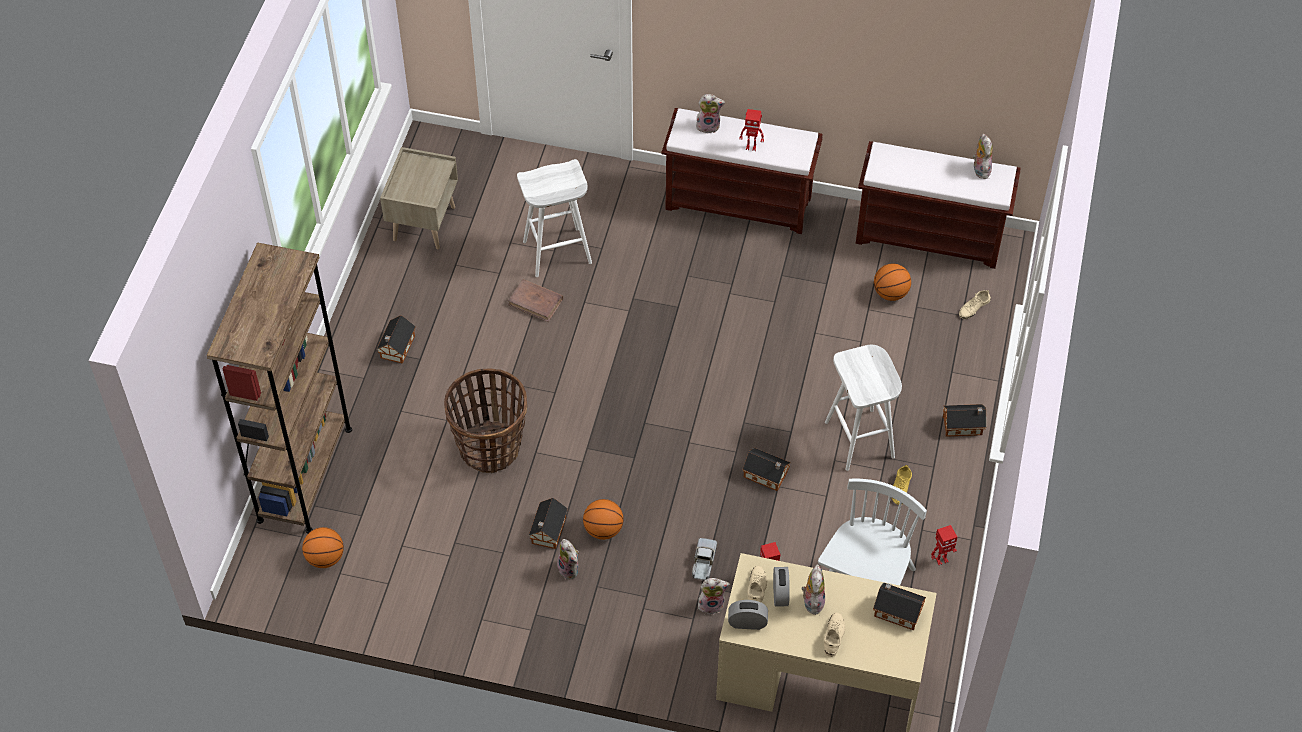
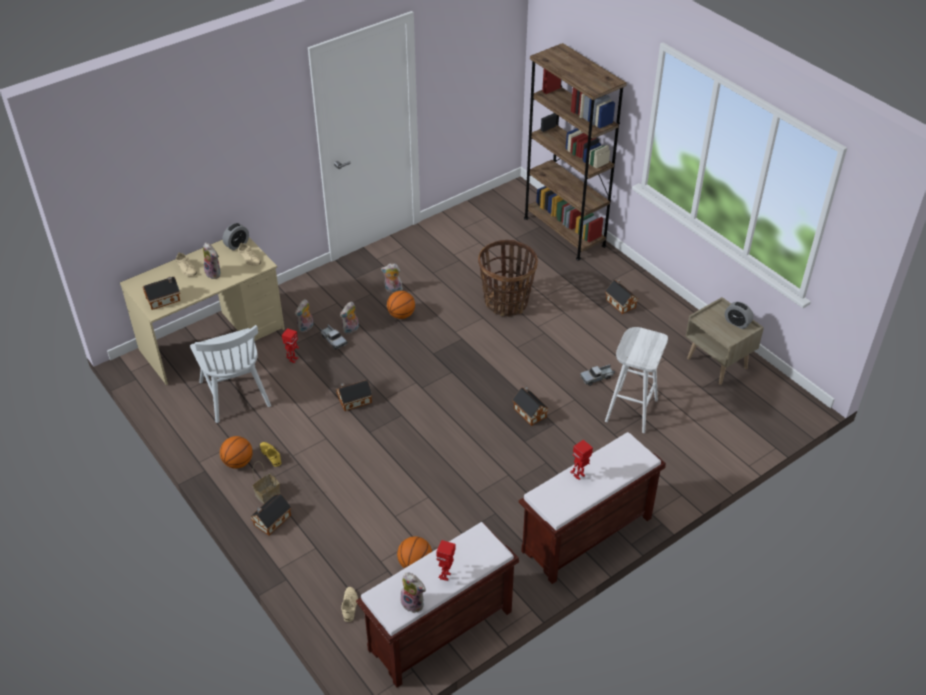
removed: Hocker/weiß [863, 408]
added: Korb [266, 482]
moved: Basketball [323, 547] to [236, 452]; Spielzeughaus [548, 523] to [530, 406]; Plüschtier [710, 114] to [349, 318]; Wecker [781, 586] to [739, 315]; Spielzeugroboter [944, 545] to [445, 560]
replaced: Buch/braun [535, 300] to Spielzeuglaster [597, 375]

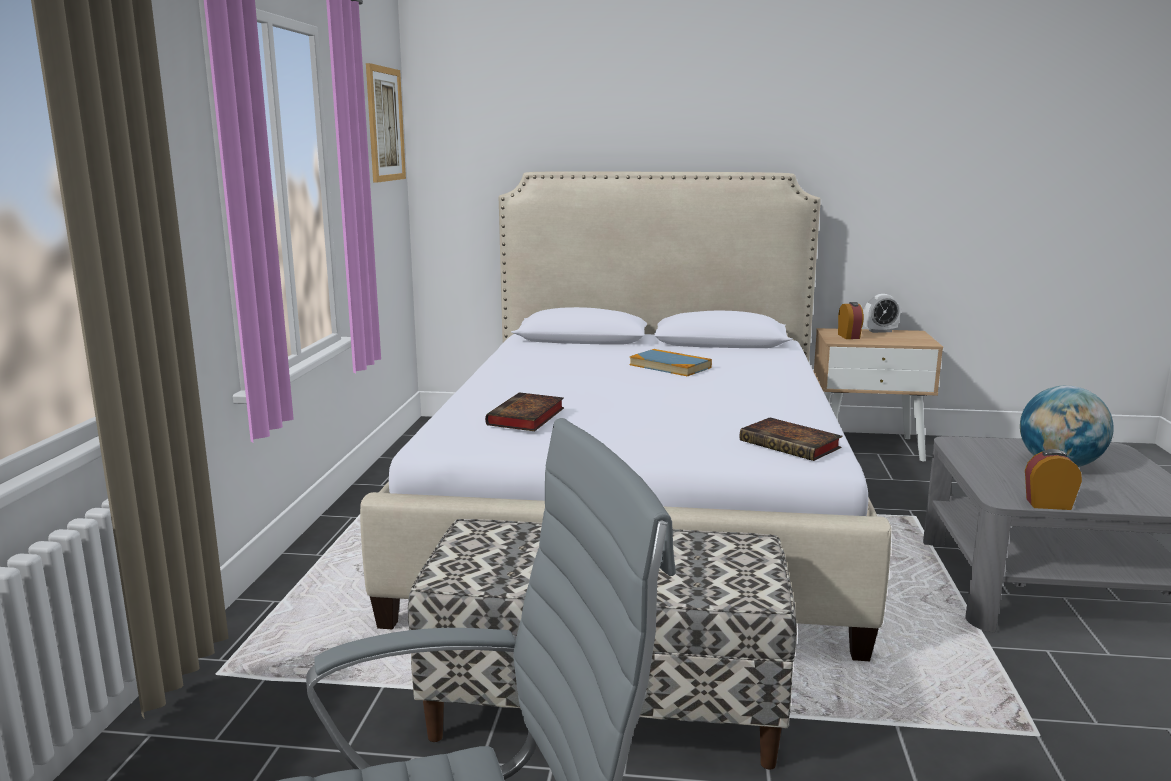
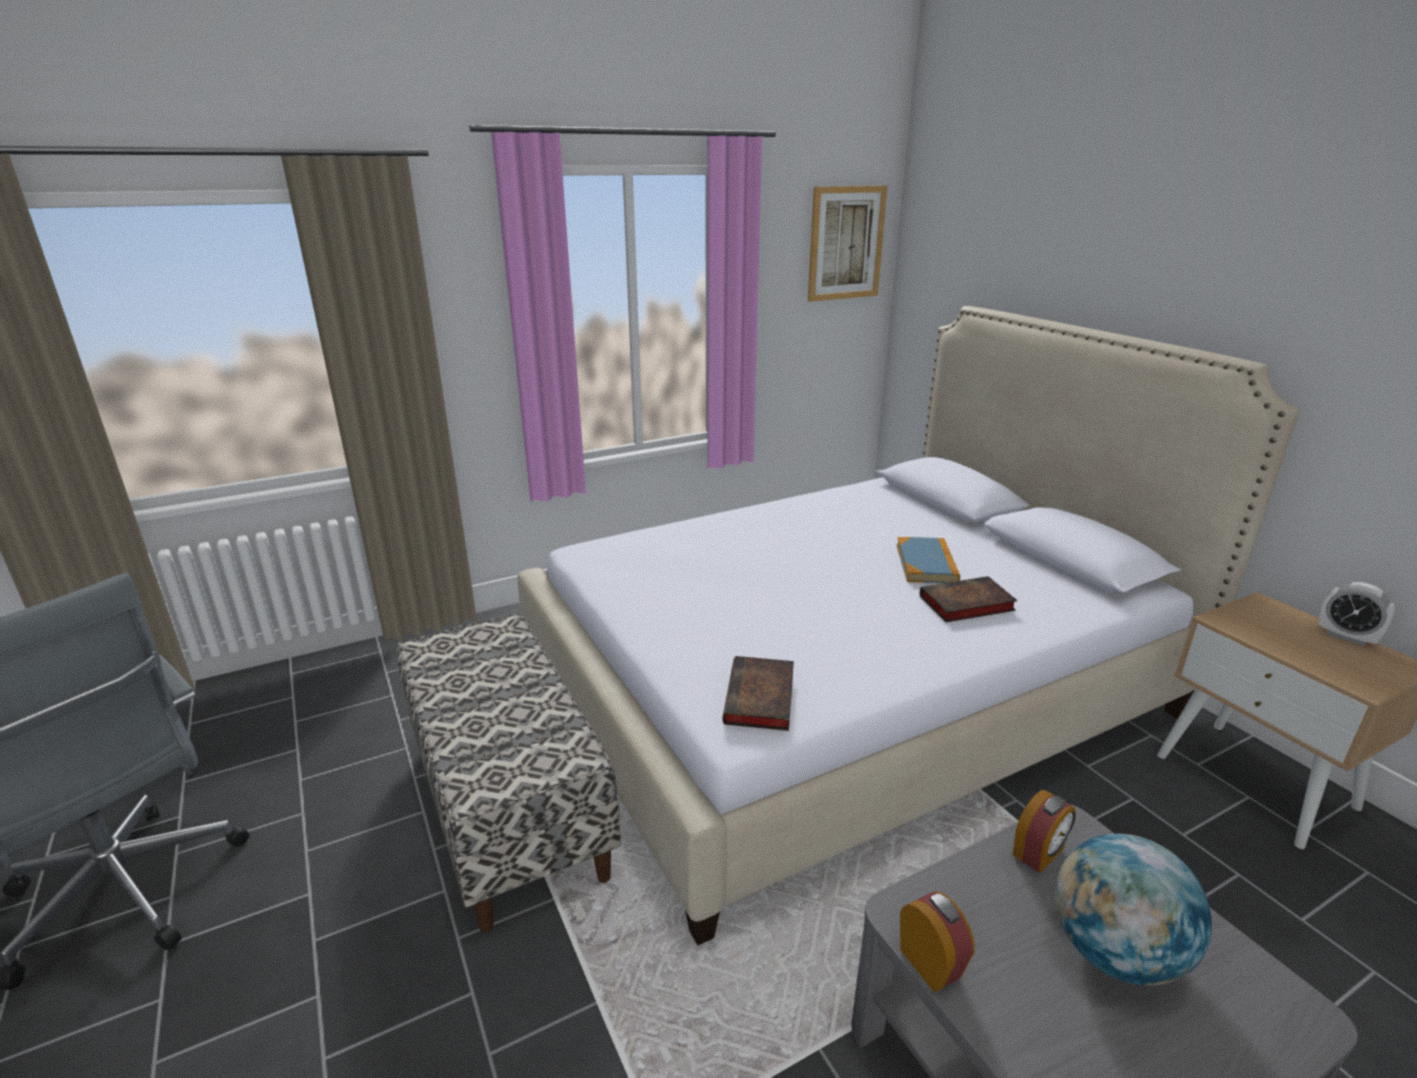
moved: Buch [524, 411] to [969, 599]; Wecker [851, 320] to [1044, 831]

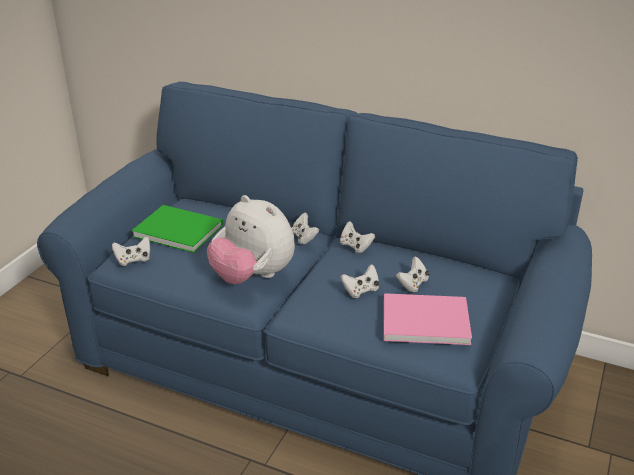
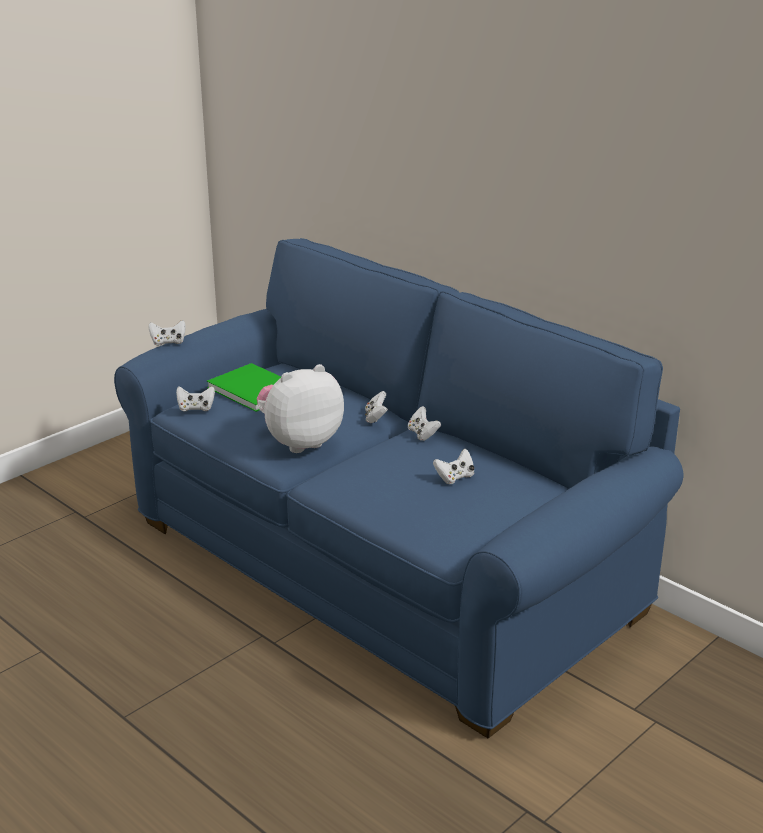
removed: Buch/rosa [428, 319]
moved: Gamepad/weiß [359, 281] to [167, 333]
turned: Plüschtier [251, 239] = [300, 408] 90 degrees clockwise

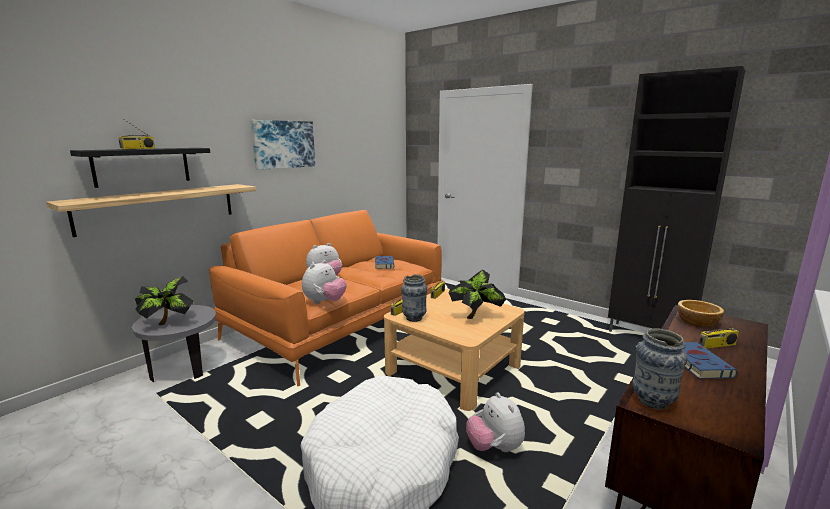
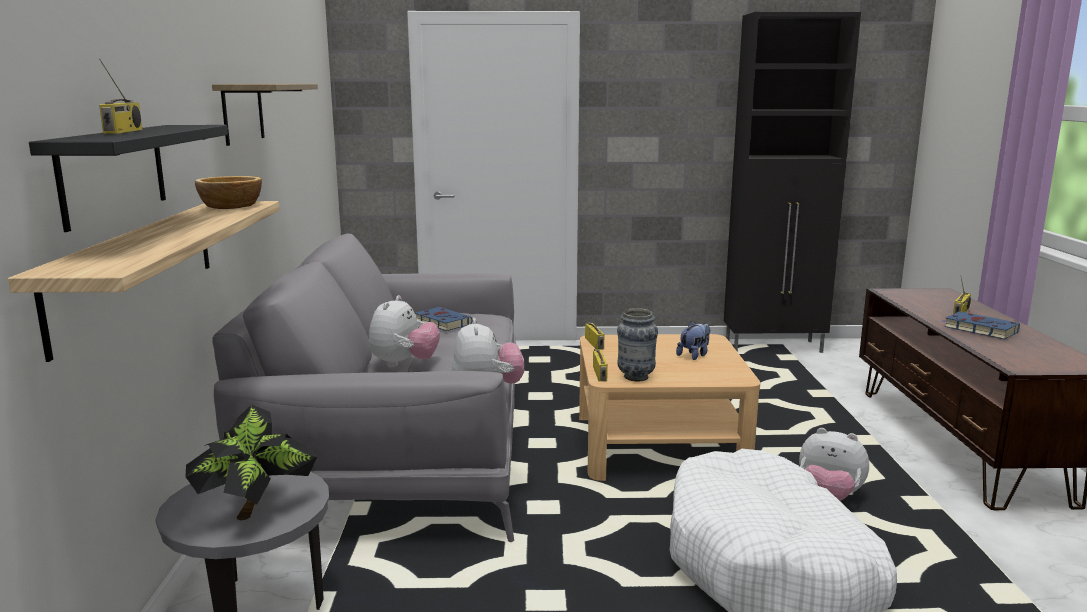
removed: Vase [659, 369]
moved: Schüssel [700, 313] to [228, 192]
replaced: Bild [283, 145] to Wandregal [265, 115]; Topfpflanze [477, 294] to Plüschtier [693, 340]
recoloured: Sofa/orange [326, 298] to Sofa/grau [364, 388]

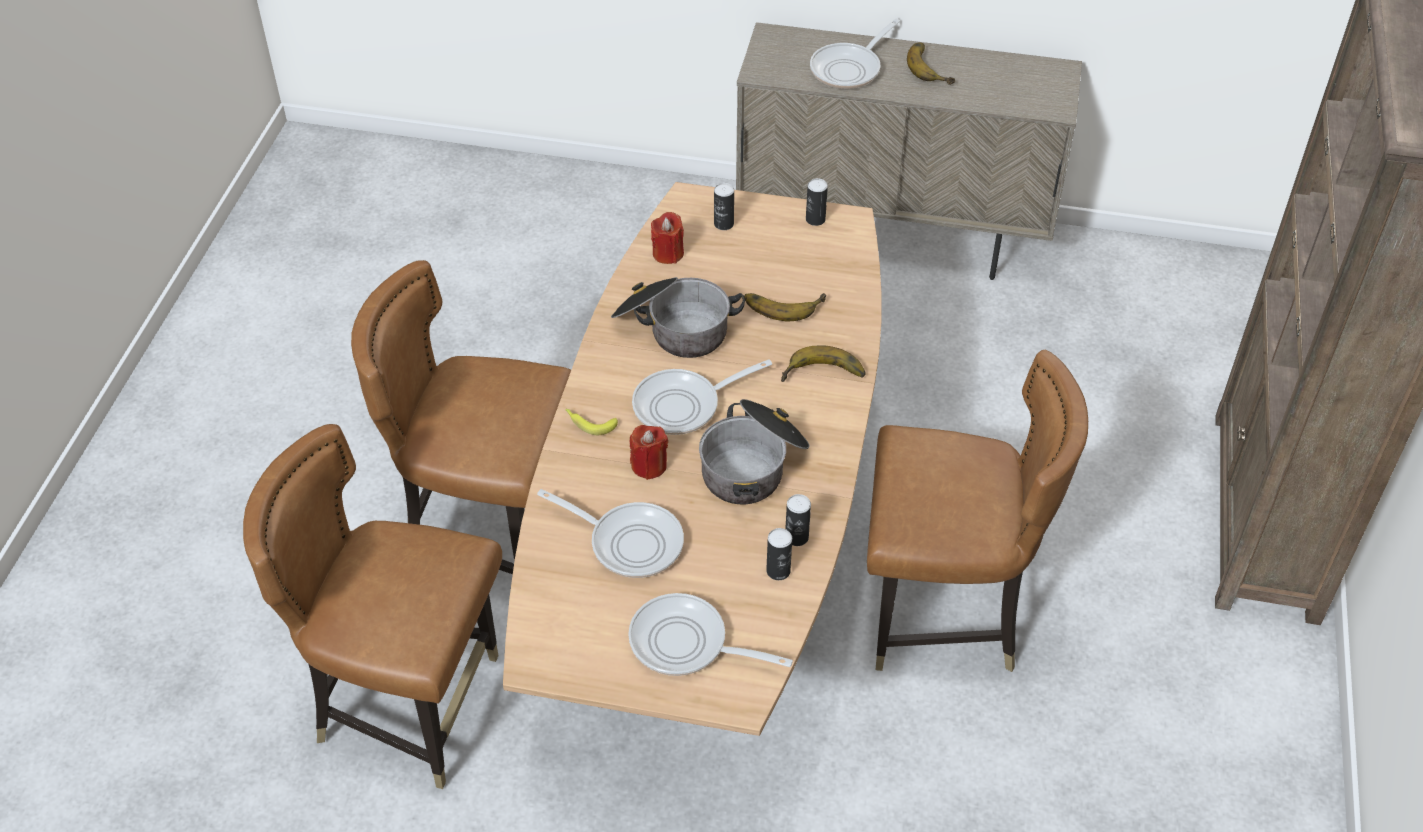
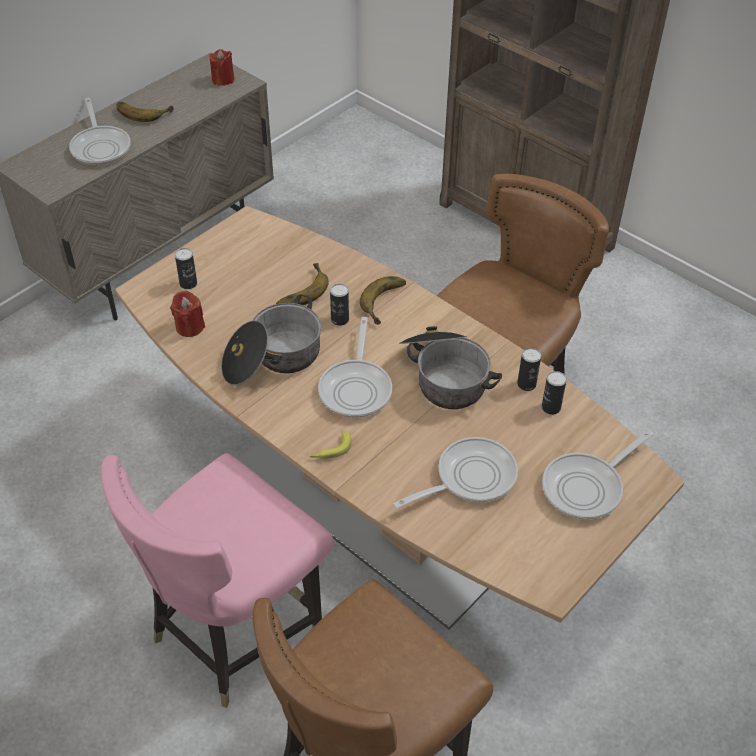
moved: Kerze/rot [649, 452] to [222, 67]; Dose [817, 202] to [339, 305]
recoloured: Stuhl/braun [461, 417] to Stuhl/rosa [217, 580]

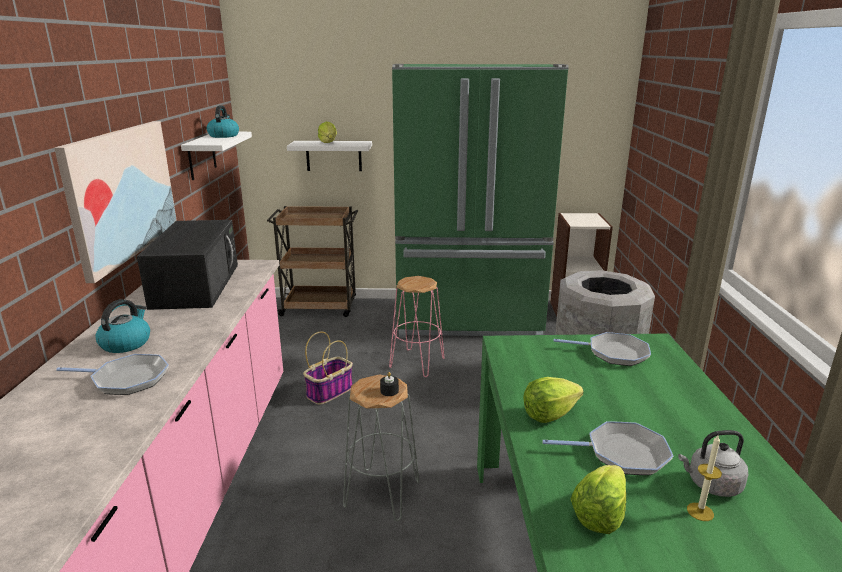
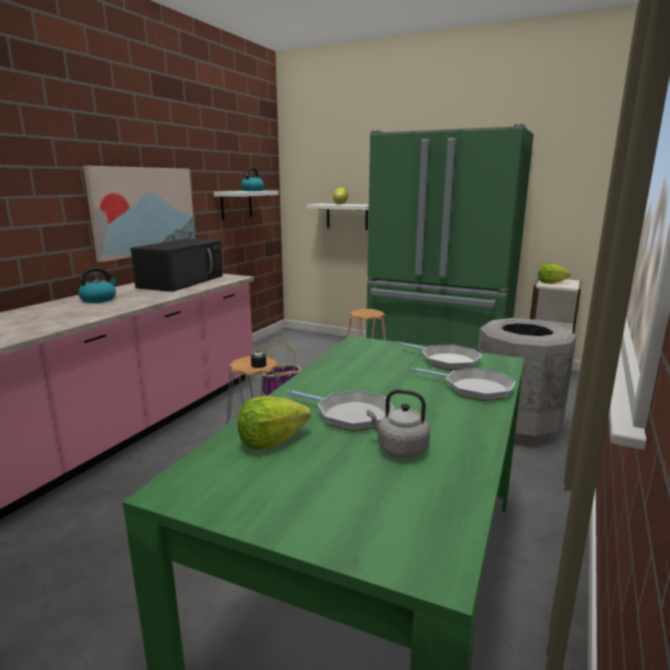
removed: Rollwagen/braun [312, 261]; Kerze [704, 478]
moved: Pfanne [112, 374] to [463, 384]; Salatkopf [553, 400] to [554, 273]

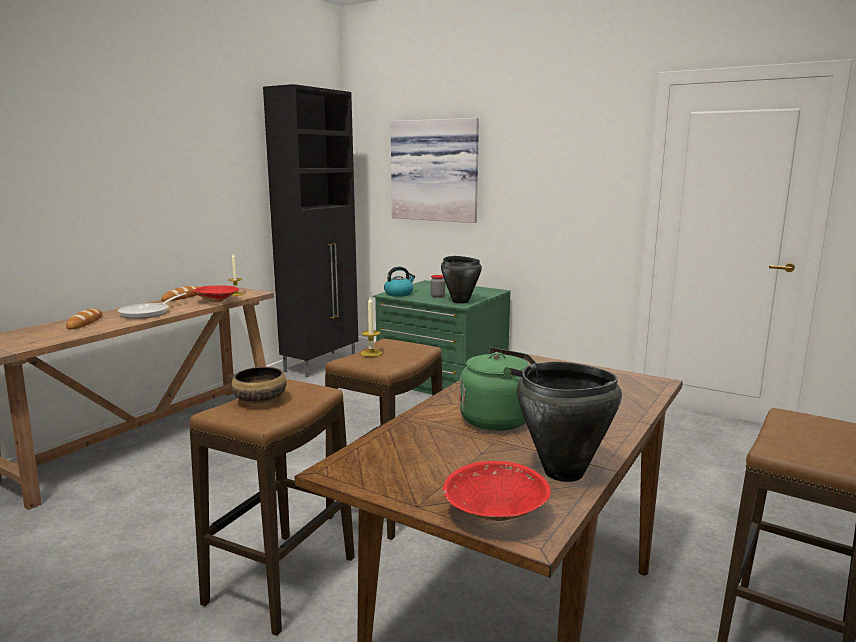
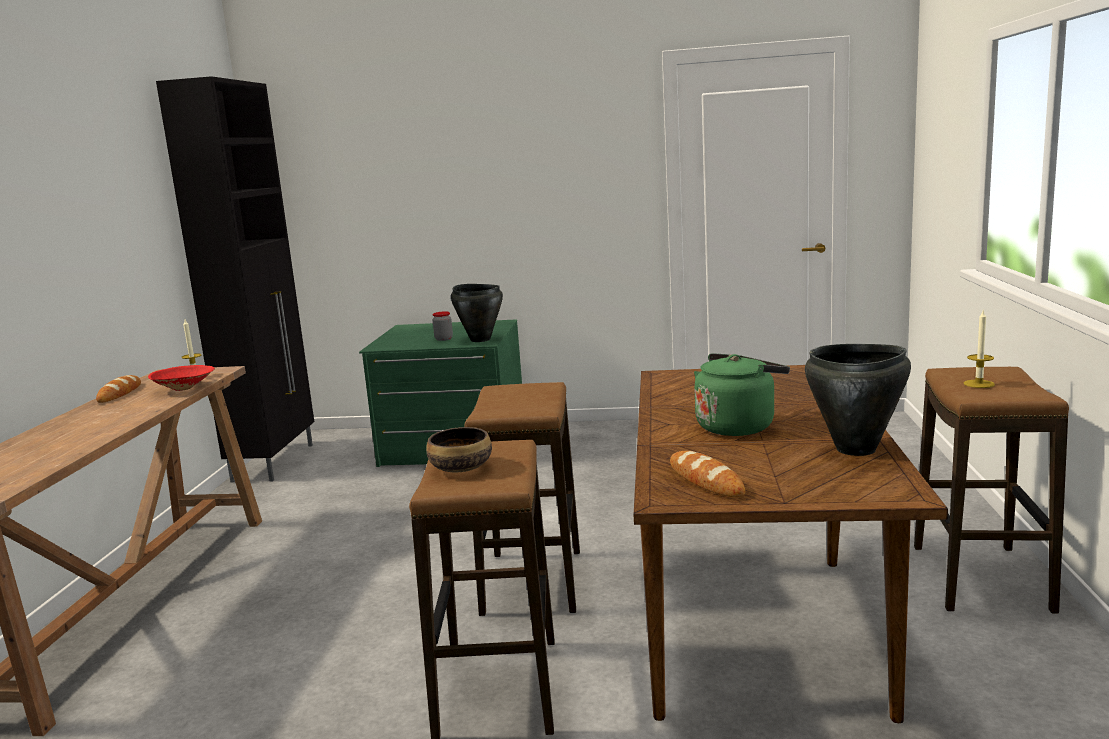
removed: Pfanne [152, 306]; Wasserkessel [399, 282]; Bild [435, 170]; Schüssel/rot [497, 491]
moved: Brot [84, 319] to [707, 474]; Kerze [371, 327] to [979, 349]

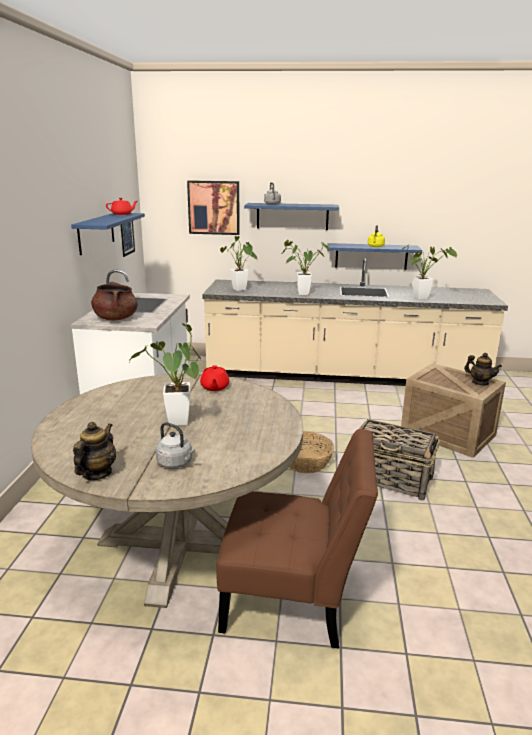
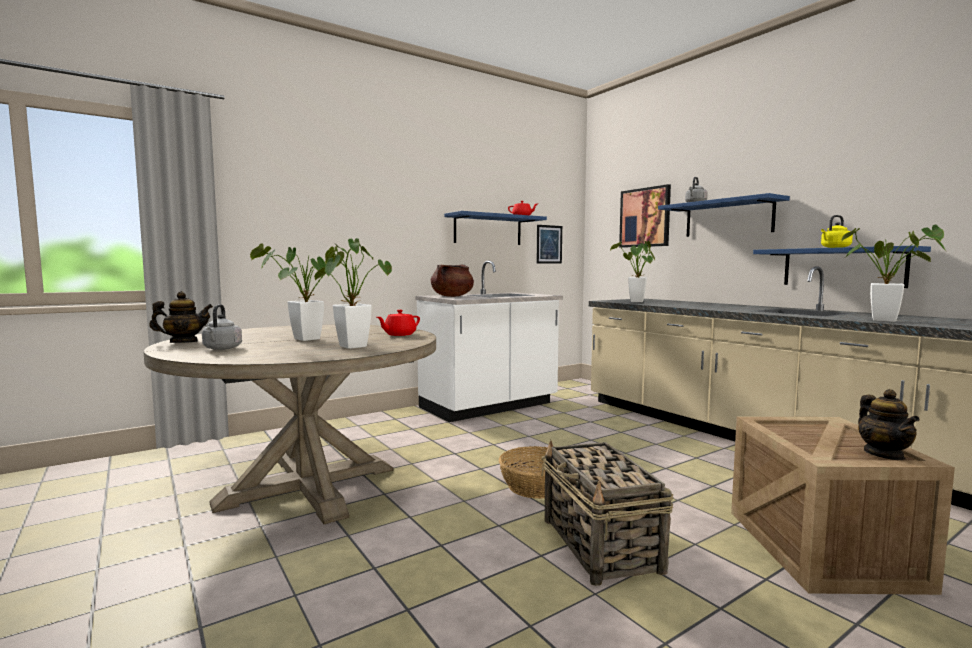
removed: Stuhl/braun [297, 538]
moved: Topfpflanze [305, 267] to [353, 293]

